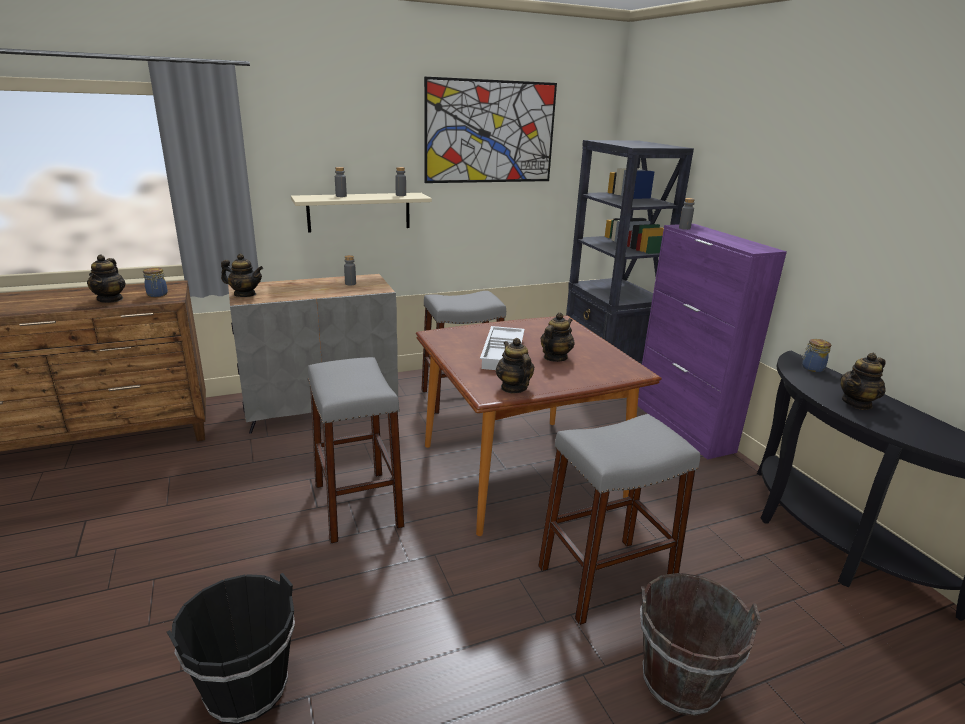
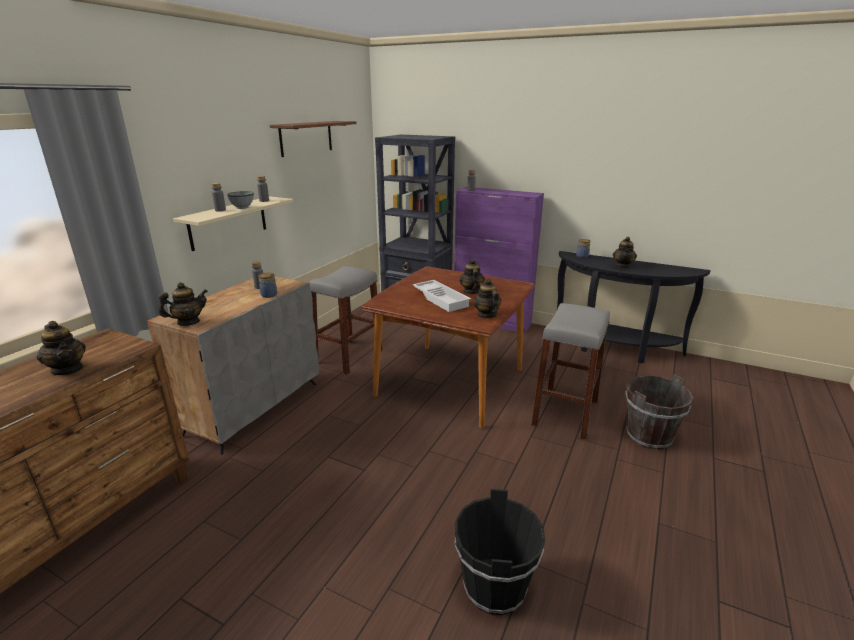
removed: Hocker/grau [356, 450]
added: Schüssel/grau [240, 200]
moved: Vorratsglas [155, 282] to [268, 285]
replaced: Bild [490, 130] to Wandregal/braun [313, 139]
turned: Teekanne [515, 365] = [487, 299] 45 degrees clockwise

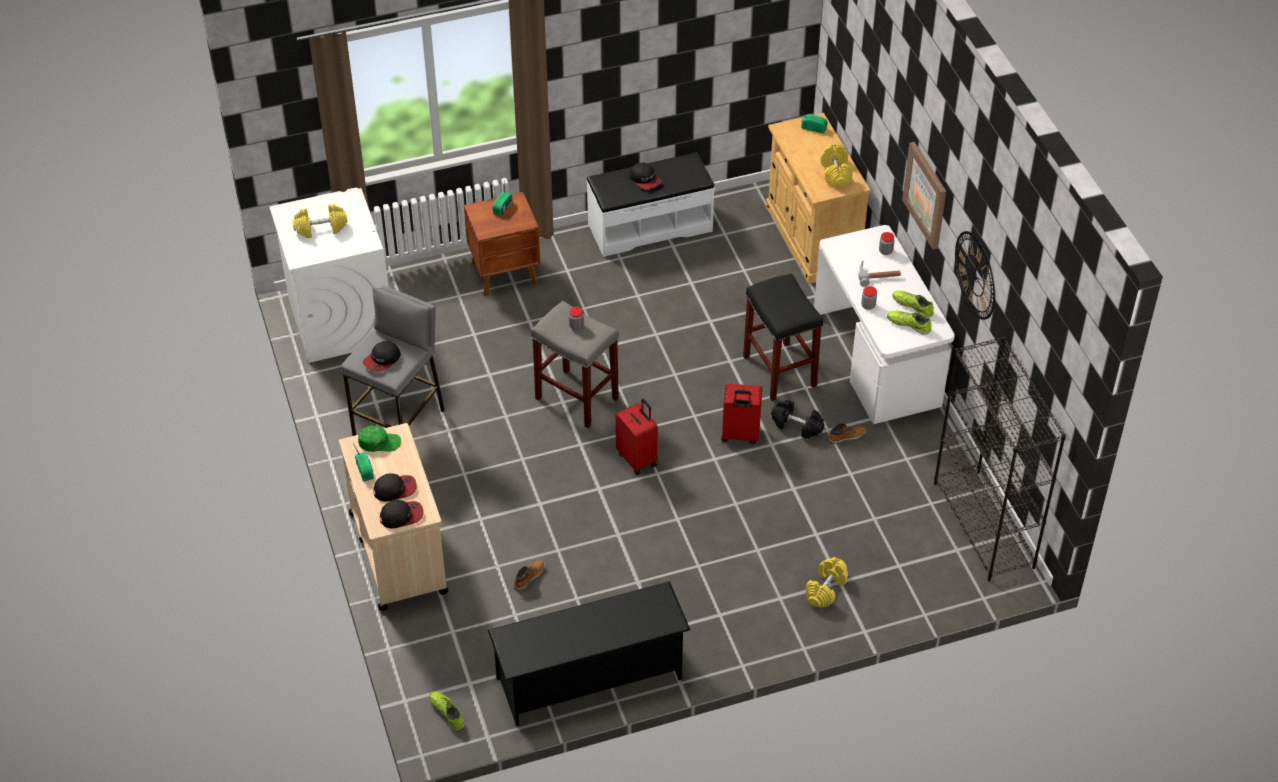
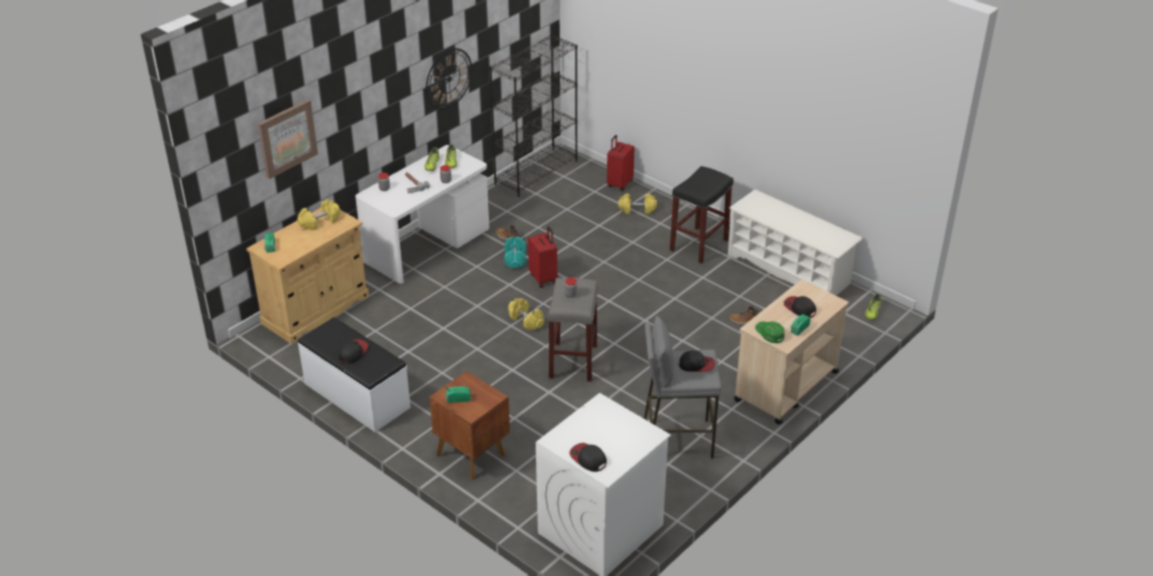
moved: Hantel/gelb [320, 221] to [526, 314]; Kappe [401, 514] to [588, 457]; Koffer/rot [637, 437] to [620, 163]; Hocker/schwarz [783, 337] to [701, 215]; Bild [924, 196] to [288, 139]
recoloured: Schuhregal/schwarz [589, 653] to Schuhregal/weiß [795, 242]; Hantel/schwarz [797, 419] to Hantel/türkis [515, 252]

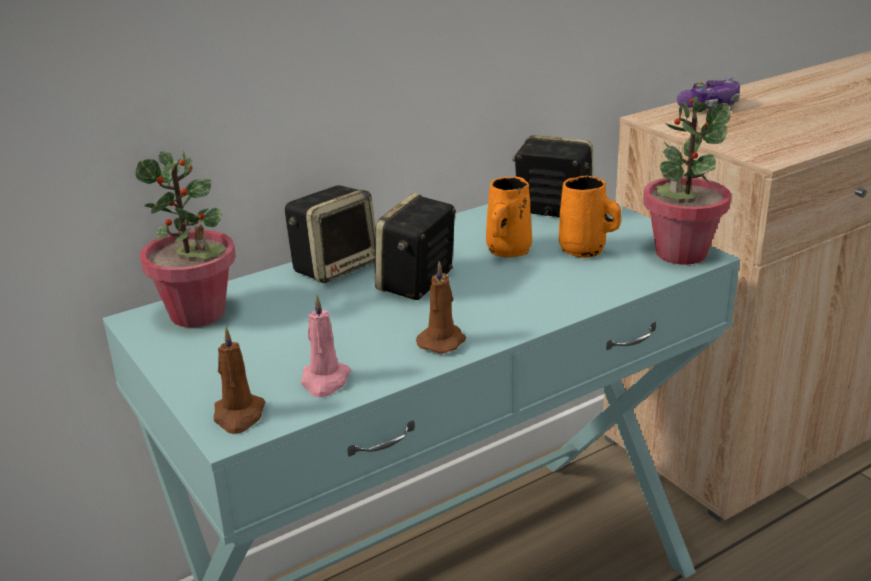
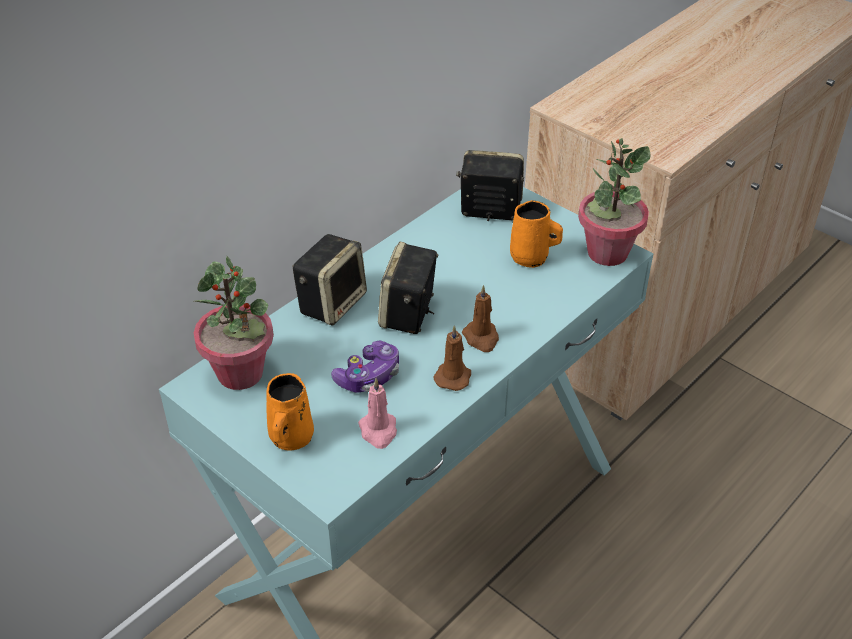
moved: Kerze/braun [239, 380] to [480, 318]; Henkelbecher/orange [509, 217] to [290, 412]; Gamepad [708, 92] to [365, 366]

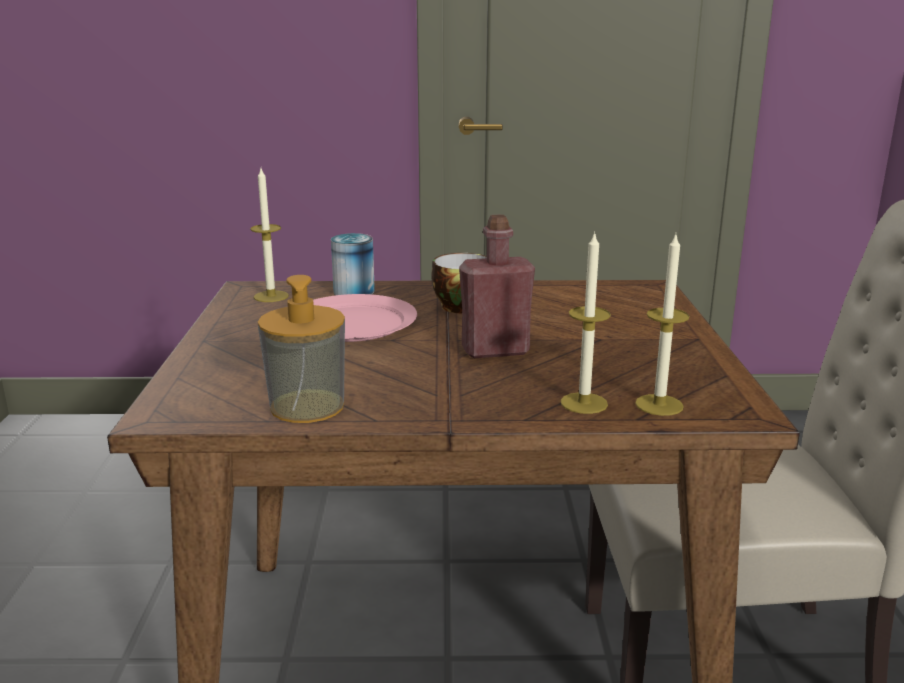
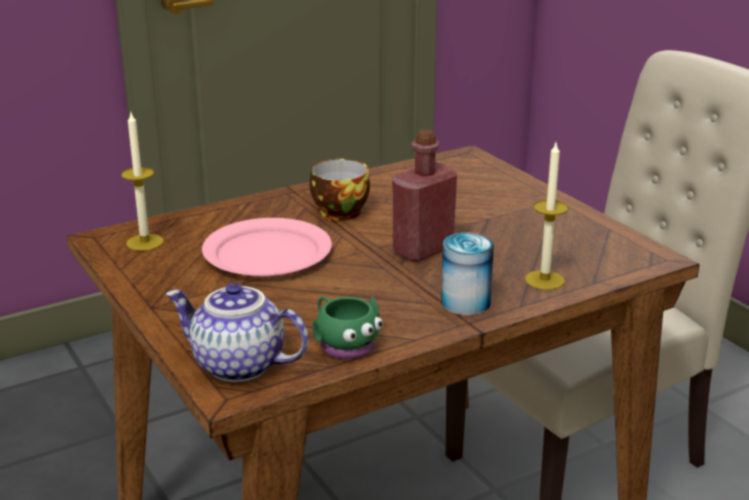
removed: Kerze [662, 325]
added: Teekanne [237, 332]
moved: Dose [353, 264] to [467, 273]
replaced: Seifenspender [301, 349] to Henkelbecher/grün [347, 327]

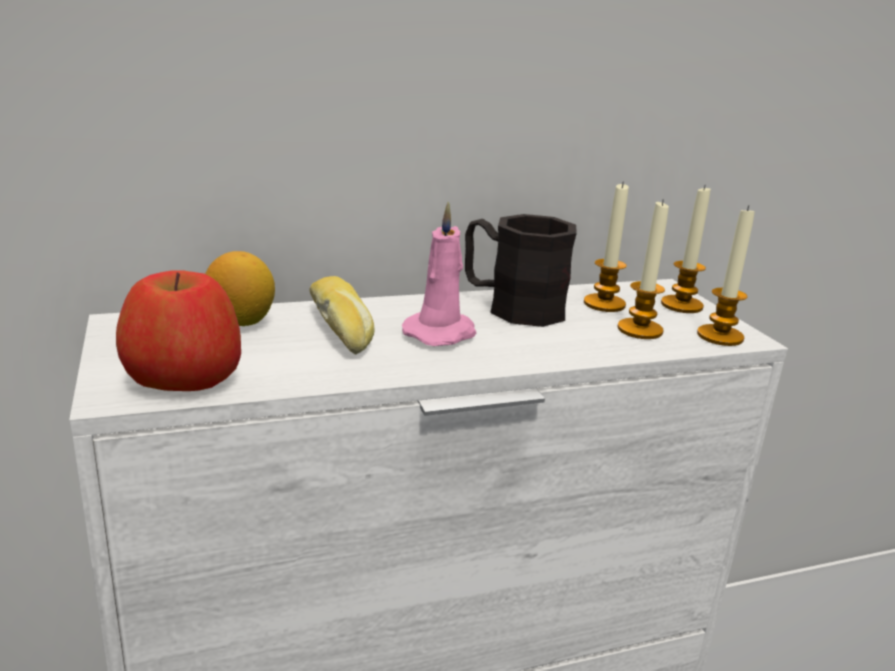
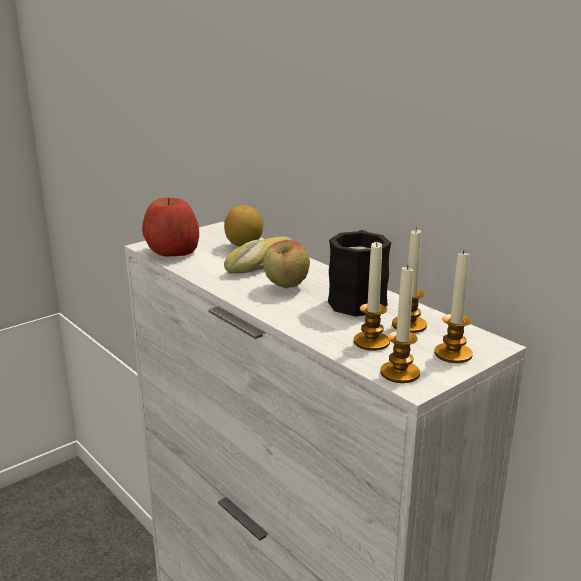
replaced: Kerze/rosa [439, 273] to Apfel [286, 264]

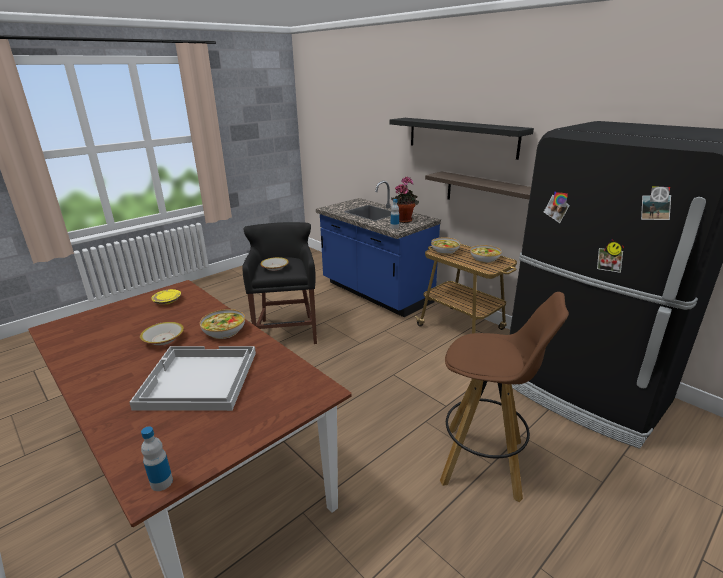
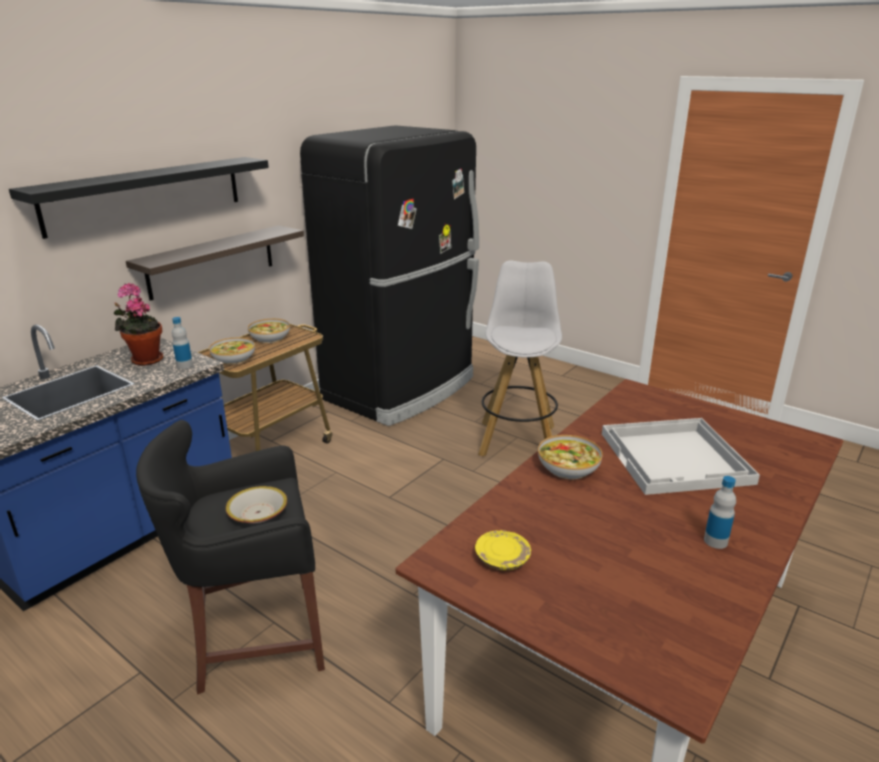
removed: Schüssel [162, 334]
moved: Flasche [157, 458] to [720, 512]
recoloured: Hocker/braun [504, 397] to Hocker/weiß [520, 358]

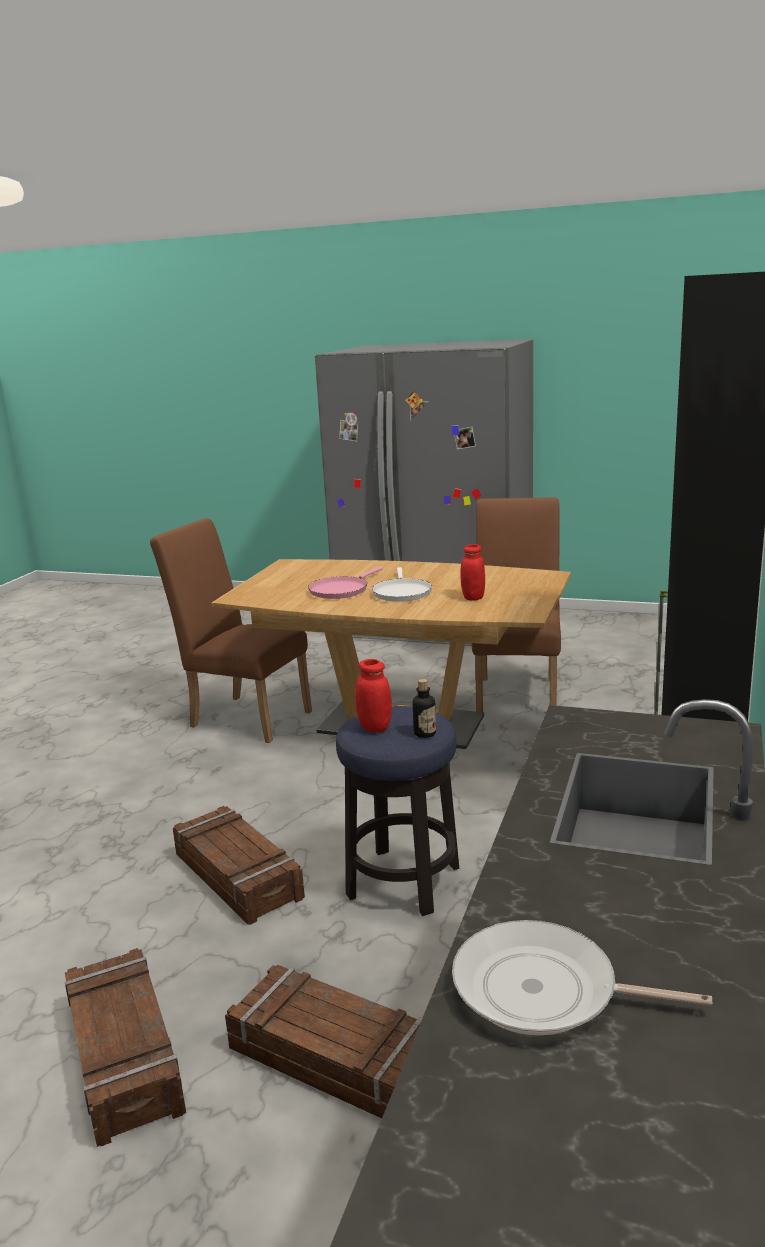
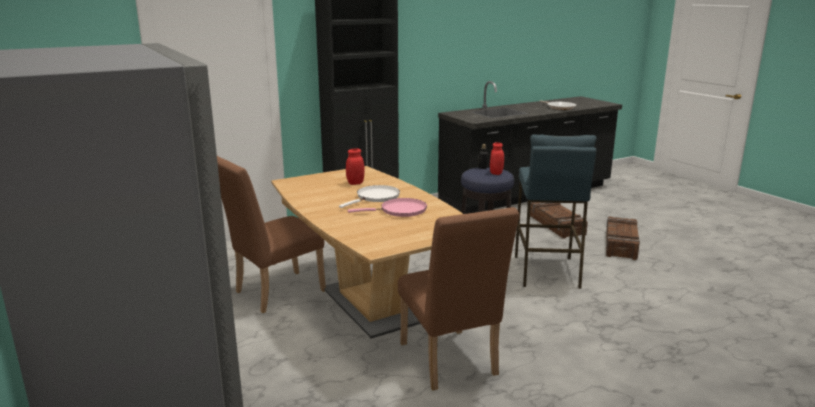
replaced: Kiste [239, 865] to Hocker/blau [556, 211]

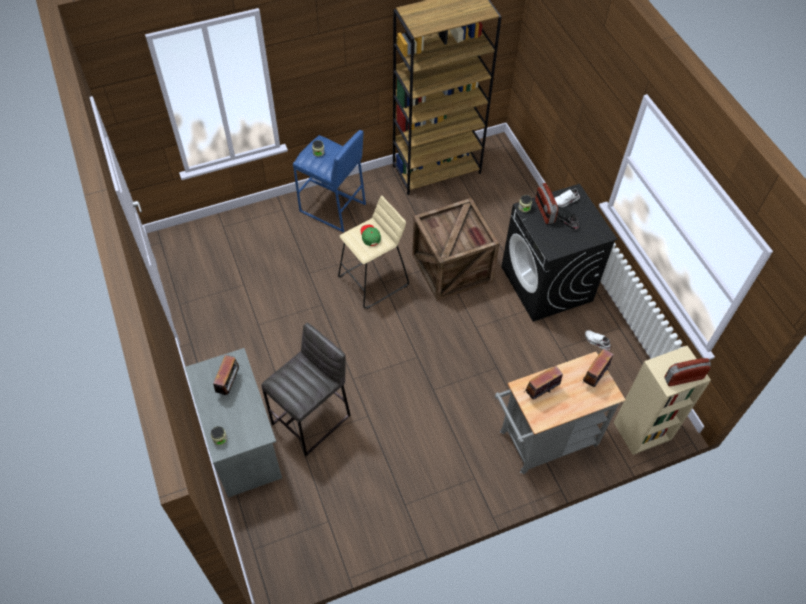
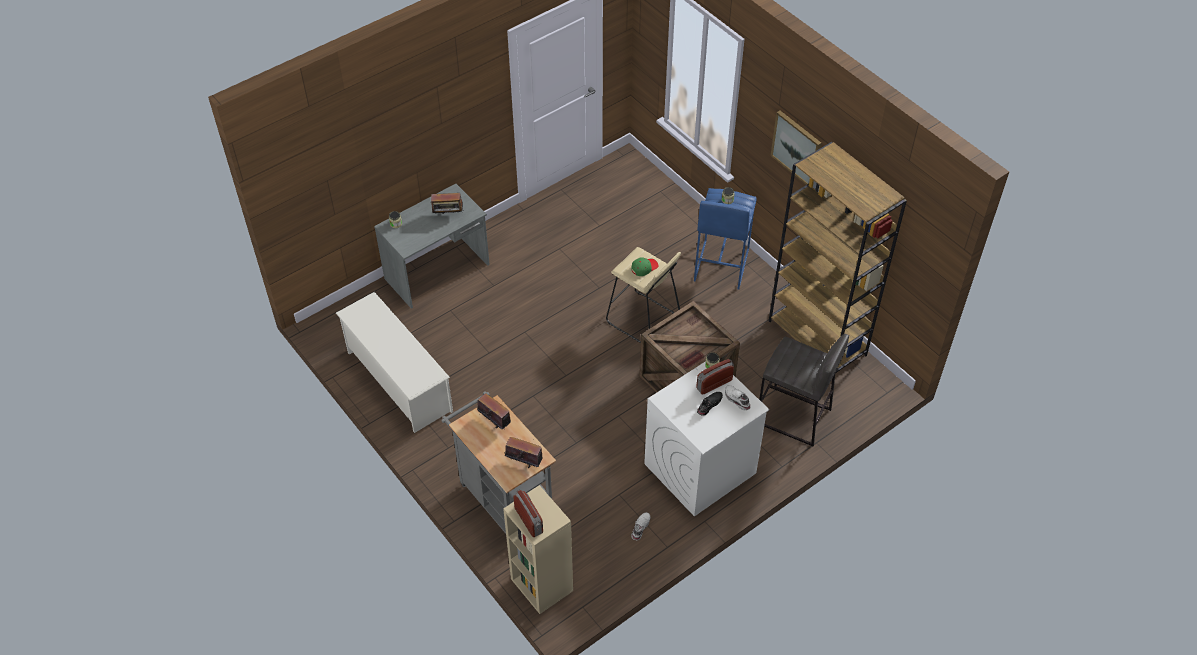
added: Schuhregal/weiß [394, 362]; Bild [796, 147]
moved: Hocker/grau [306, 389] to [804, 390]
recoloured: Waschmaschine/schwarz [559, 253] to Waschmaschine/weiß [706, 438]

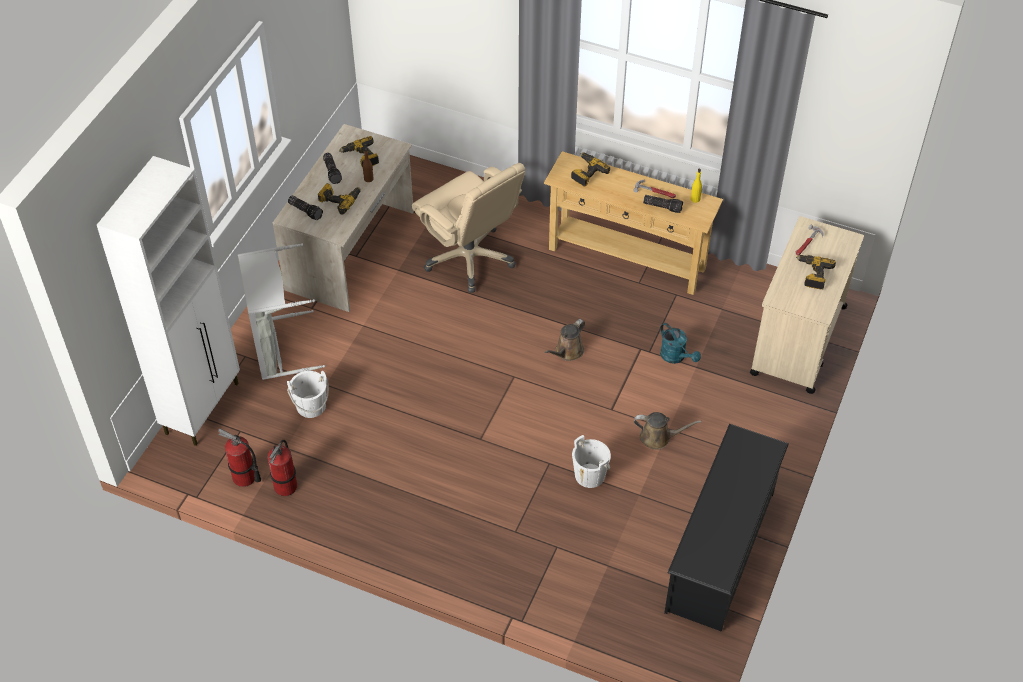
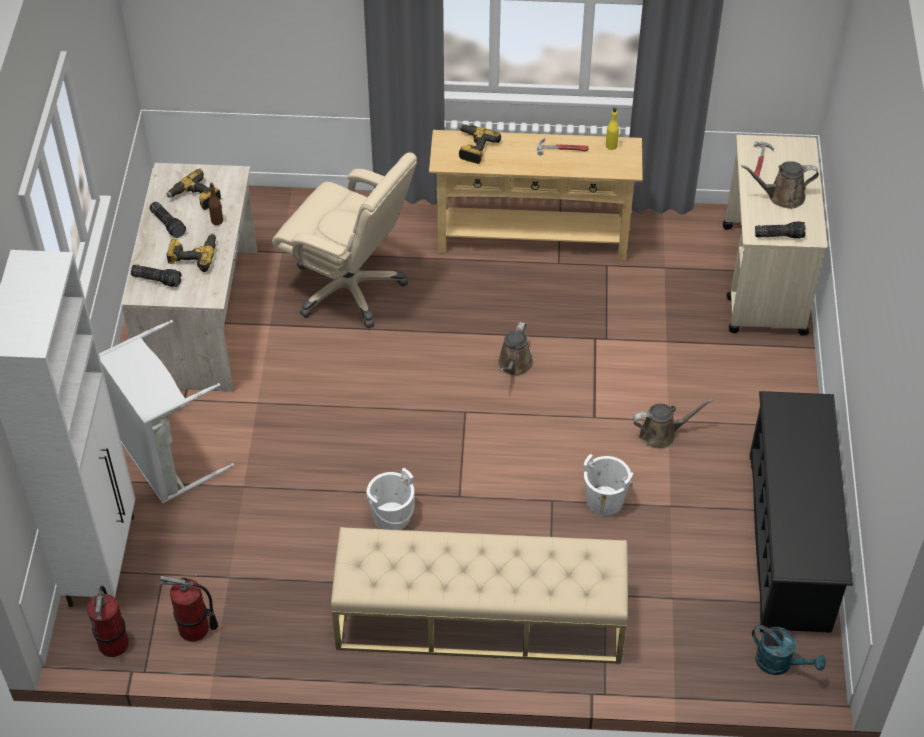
added: Bank/beige [479, 595]
moved: Feuerlöscher [282, 468] to [108, 621]; Eimer/weiß [308, 394] to [390, 499]; Taschenlampe [663, 204] to [780, 230]; Gießkanne/türkis [680, 343] to [789, 650]
replaced: Bohrmaschine [816, 272] to Gießkanne/braun [780, 185]

